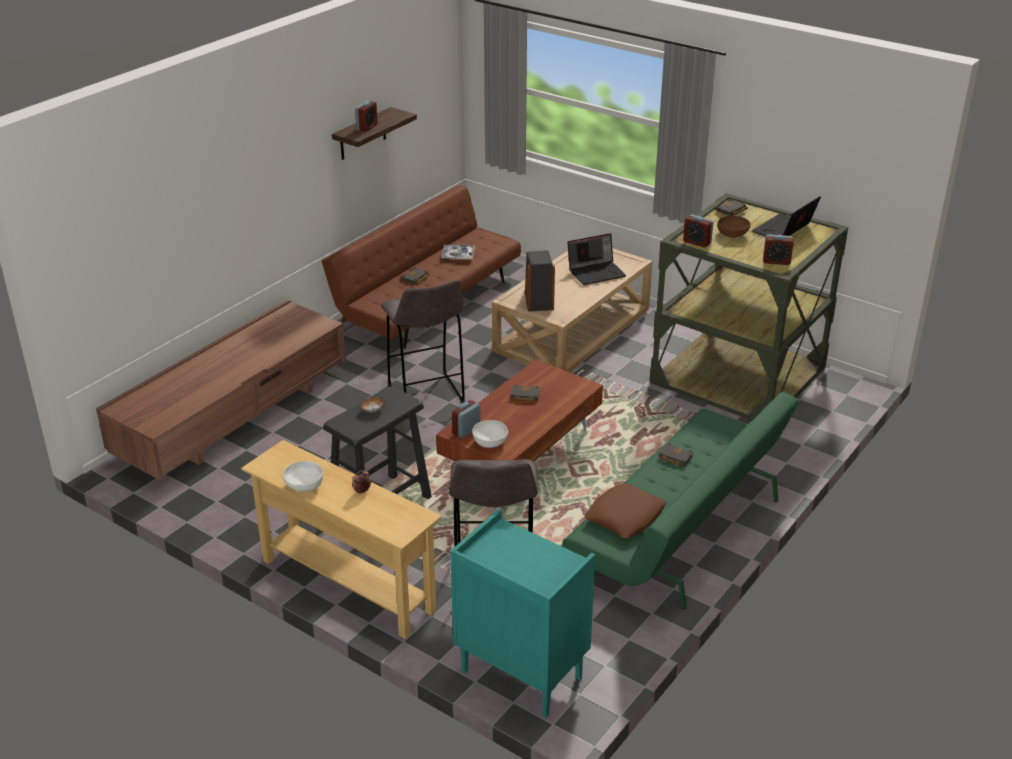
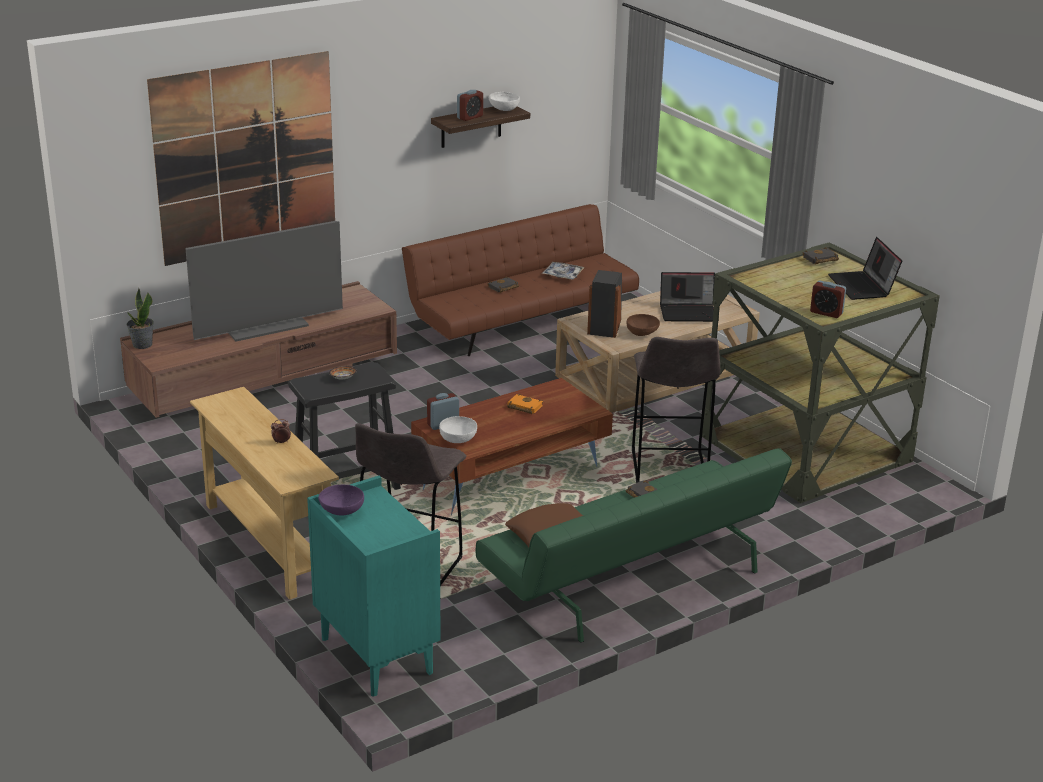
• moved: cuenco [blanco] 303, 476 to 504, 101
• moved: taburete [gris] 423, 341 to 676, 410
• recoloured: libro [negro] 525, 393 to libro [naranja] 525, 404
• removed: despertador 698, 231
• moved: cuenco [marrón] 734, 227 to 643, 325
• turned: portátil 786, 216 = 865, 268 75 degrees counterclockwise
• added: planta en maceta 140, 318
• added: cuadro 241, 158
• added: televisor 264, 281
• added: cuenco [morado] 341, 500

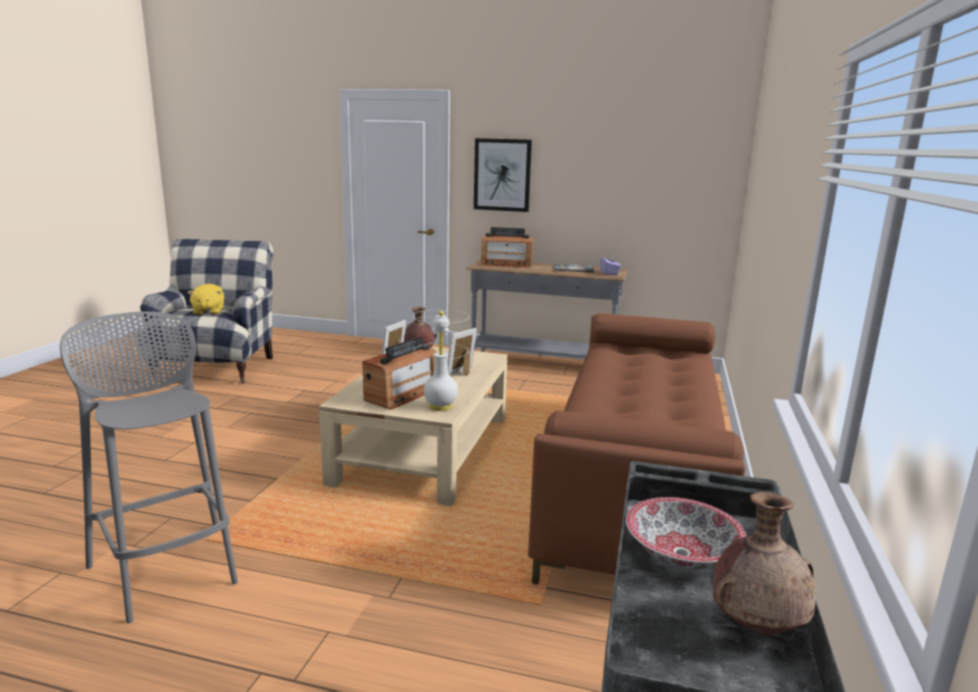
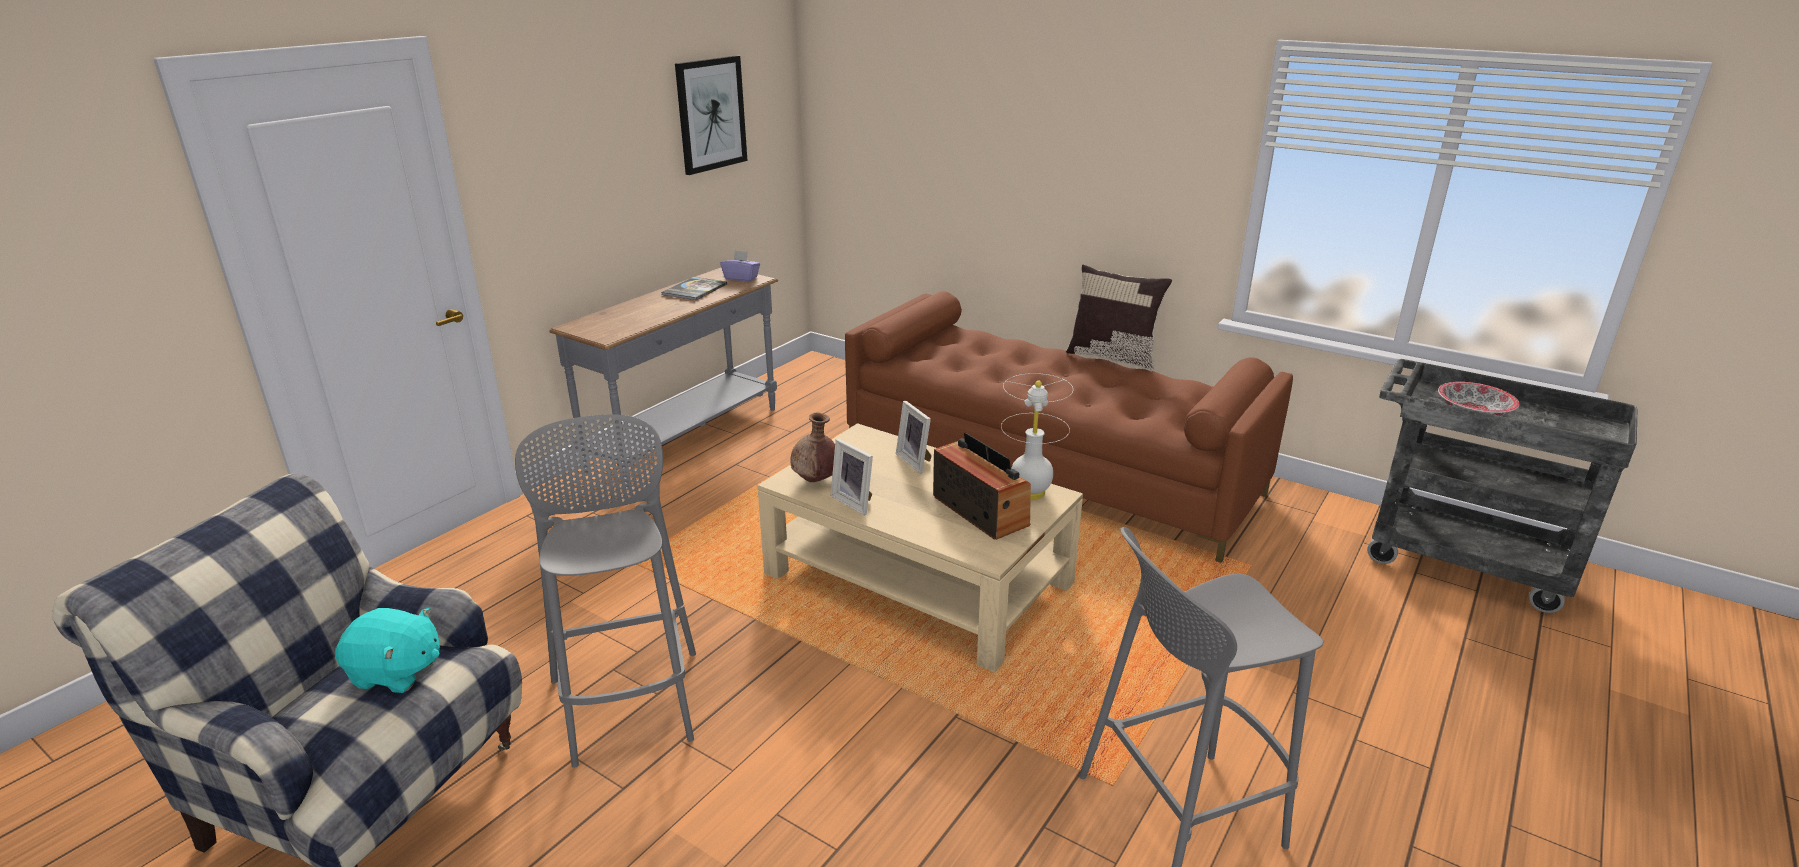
• recoloured: peluche [amarillo] 205, 299 to peluche [turquesa] 387, 650
• moved: cuadro 503, 175 to 711, 115
• removed: radio 507, 247
• removed: florero [marrón] 764, 564
• added: taburete [gris] 605, 591
• added: cojín 1119, 318

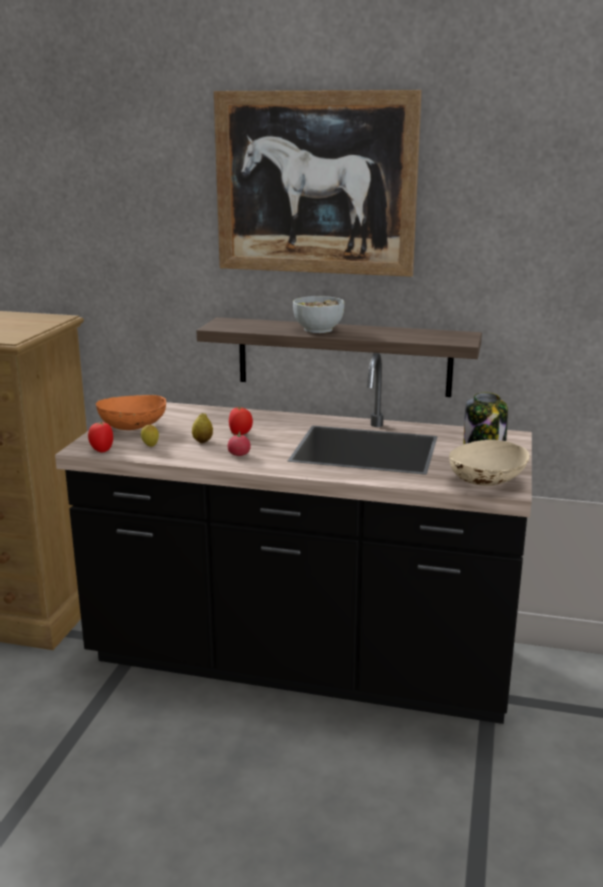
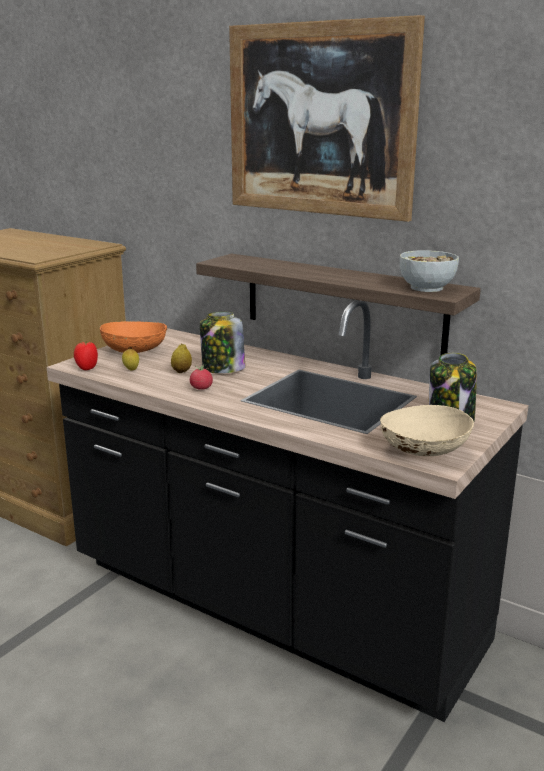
• replaced: tomate 241, 421 to tarro 222, 342
• moved: cuenco 318, 314 to 429, 271

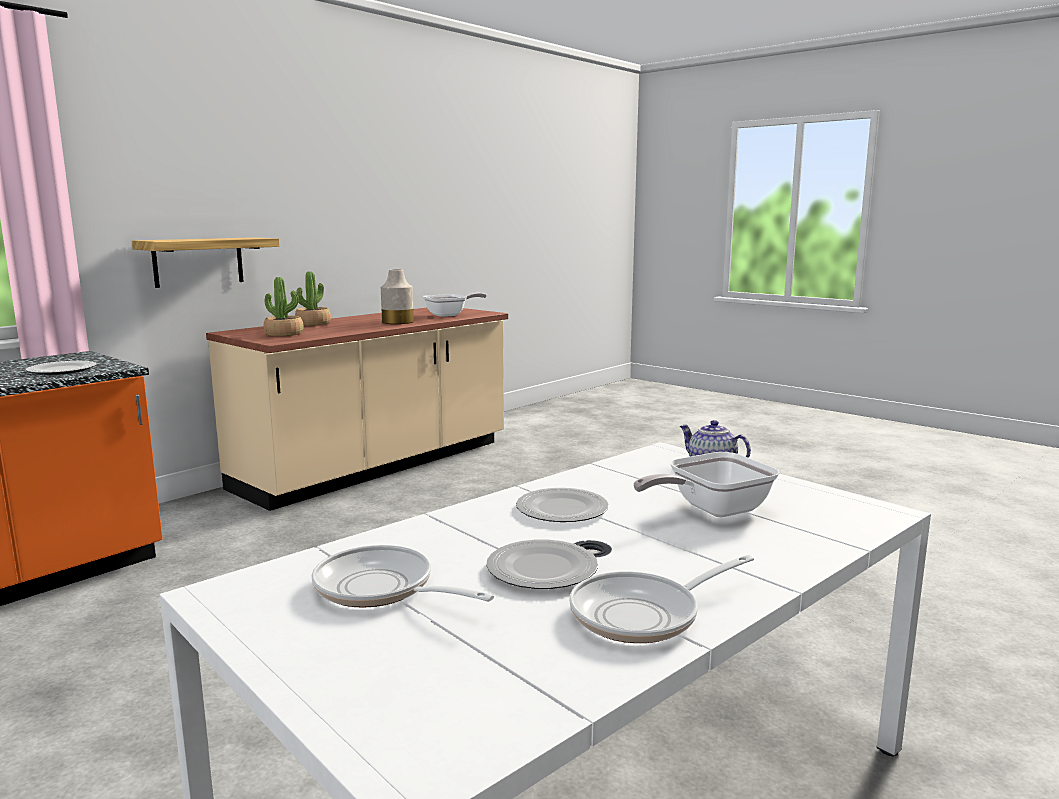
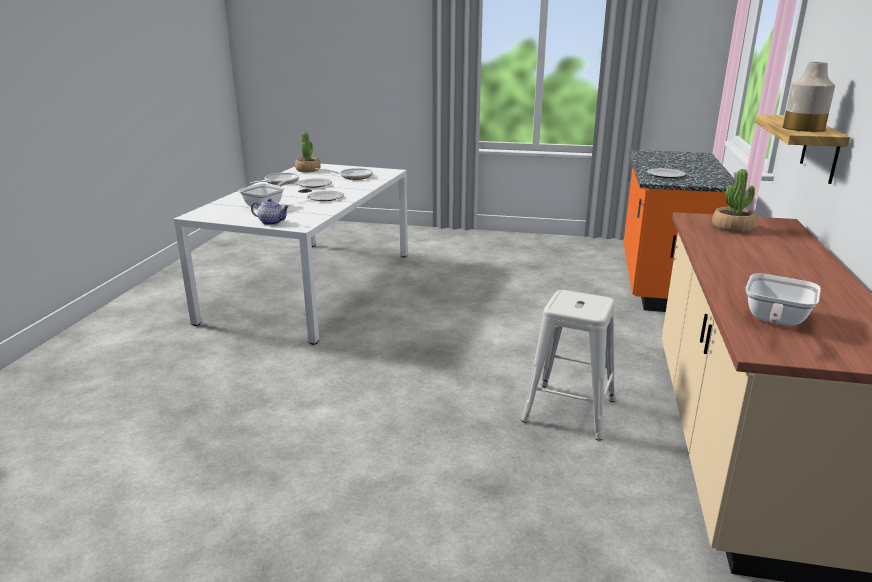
• moved: planta en maceta 313, 298 to 308, 152
• moved: florero [beis] 397, 296 to 809, 97
• added: taburete [blanco] 568, 365

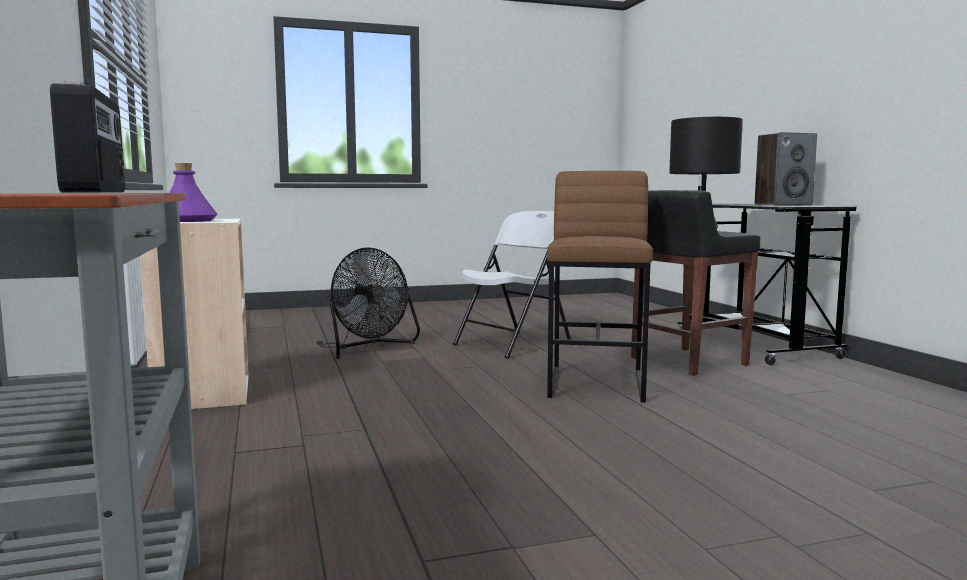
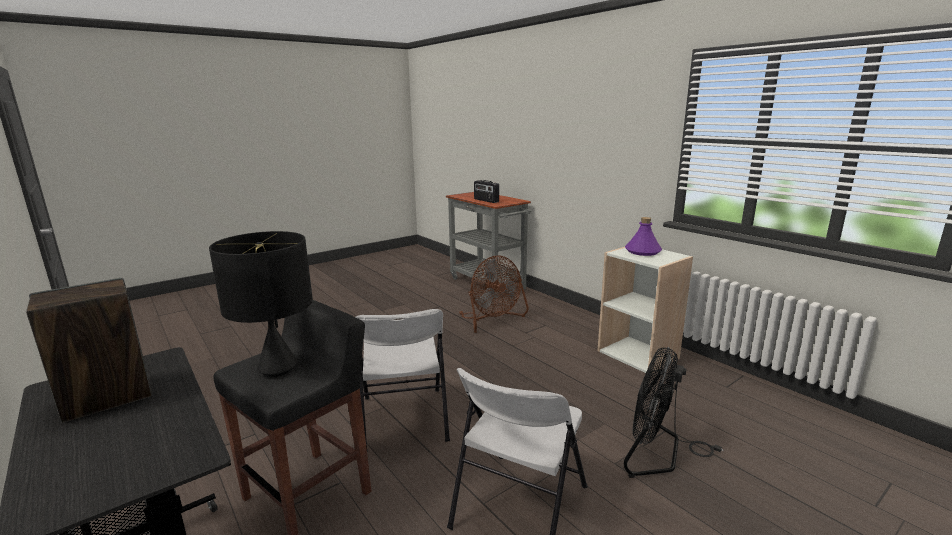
• replaced: taburete [marrón] 600, 287 to silla [blanco] 403, 380
• added: ventilador [marrón] 494, 294

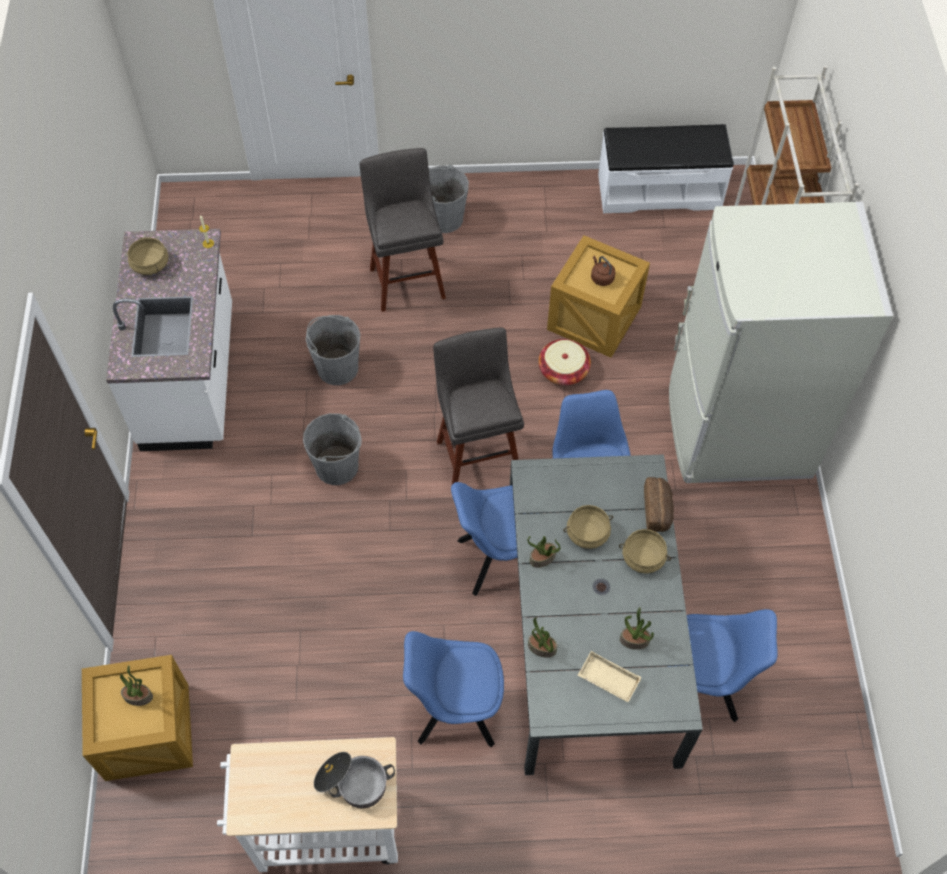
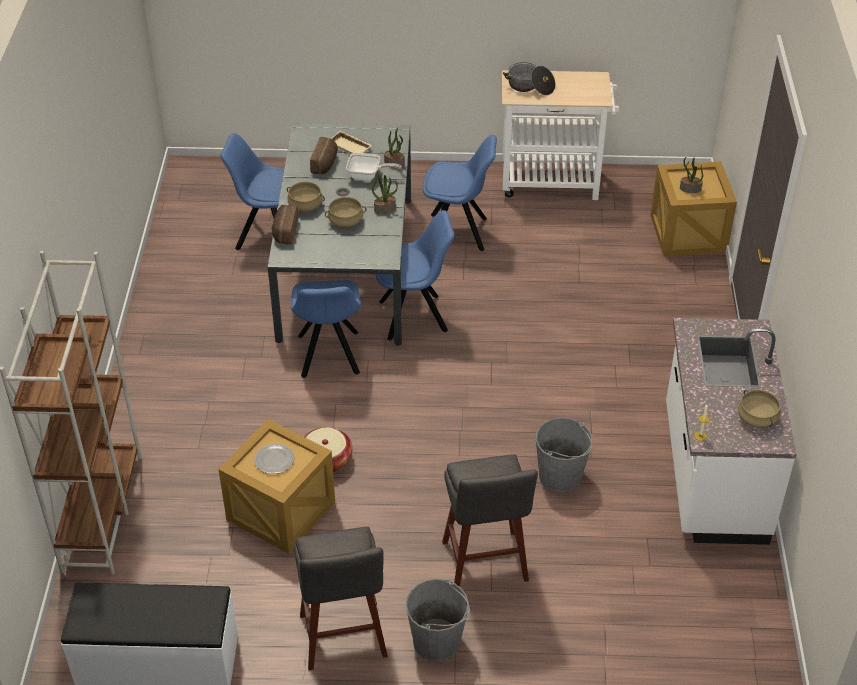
• removed: cubo [gris] 332, 449
• moved: taburete [gris] 478, 405 to 341, 598
• replaced: hervidor [marrón] 603, 271 to plato 274, 458
• replaced: planta en maceta 637, 628 to pan 324, 155
• removed: nevera [blanco] 781, 342
• added: sartén 374, 167

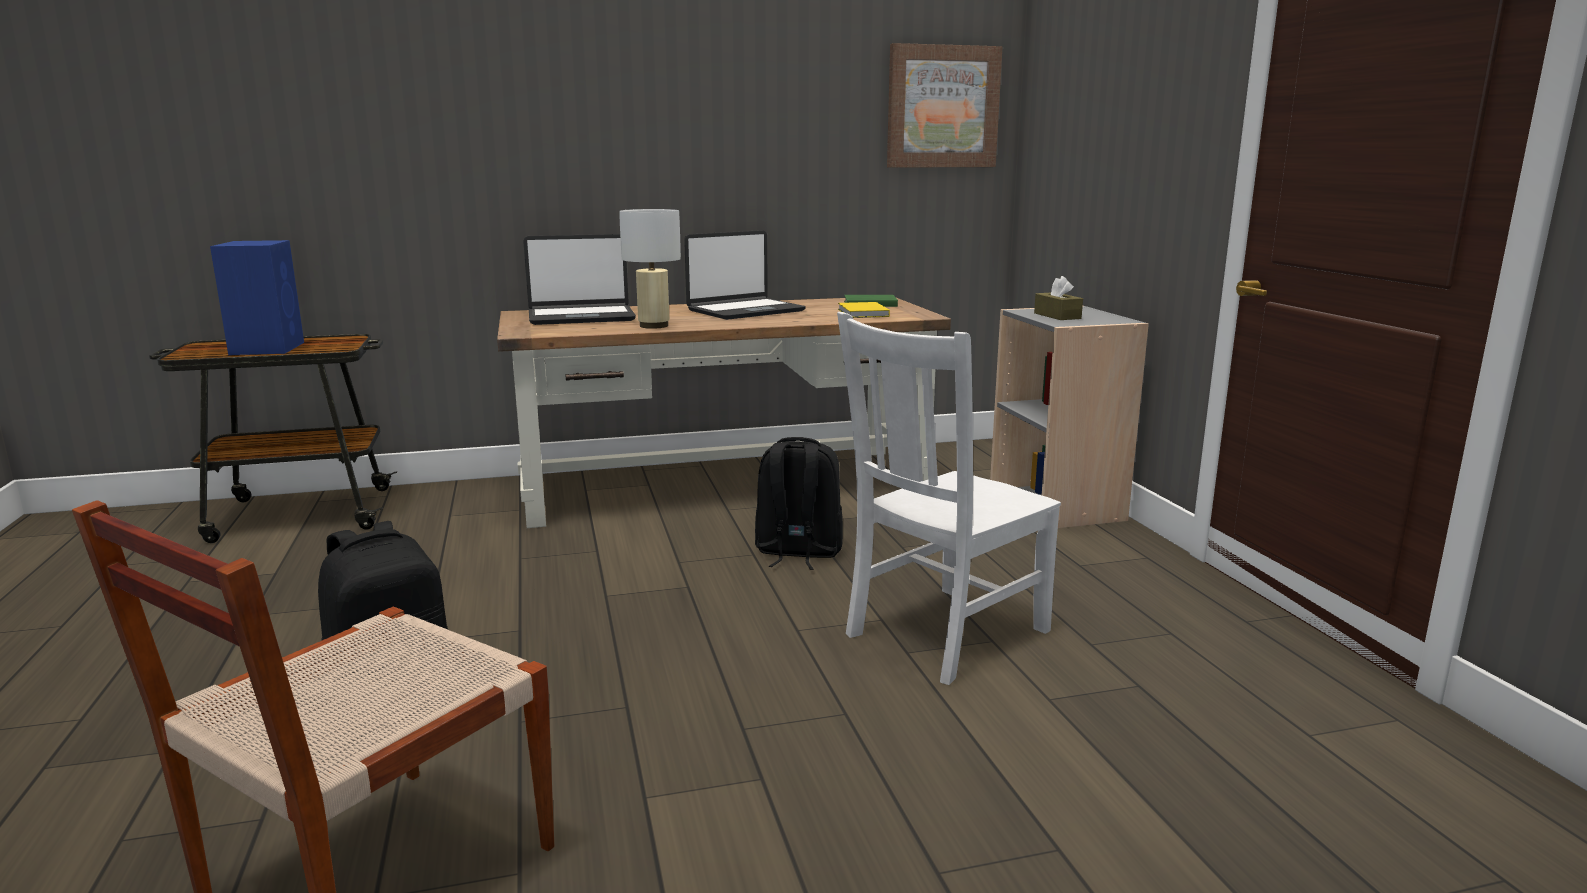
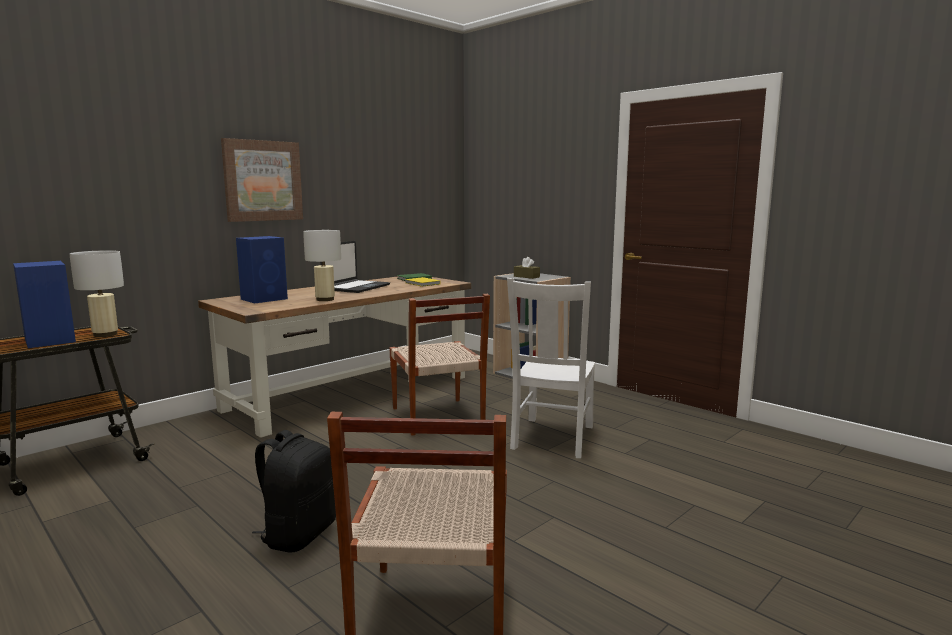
• replaced: portátil 579, 279 to altavoz [azul] 262, 269
• replaced: mochila [negro] 799, 503 to silla 440, 365
• moved: cuadro 945, 105 to 262, 180
• added: lámpara de mesa [blanco] 97, 293

